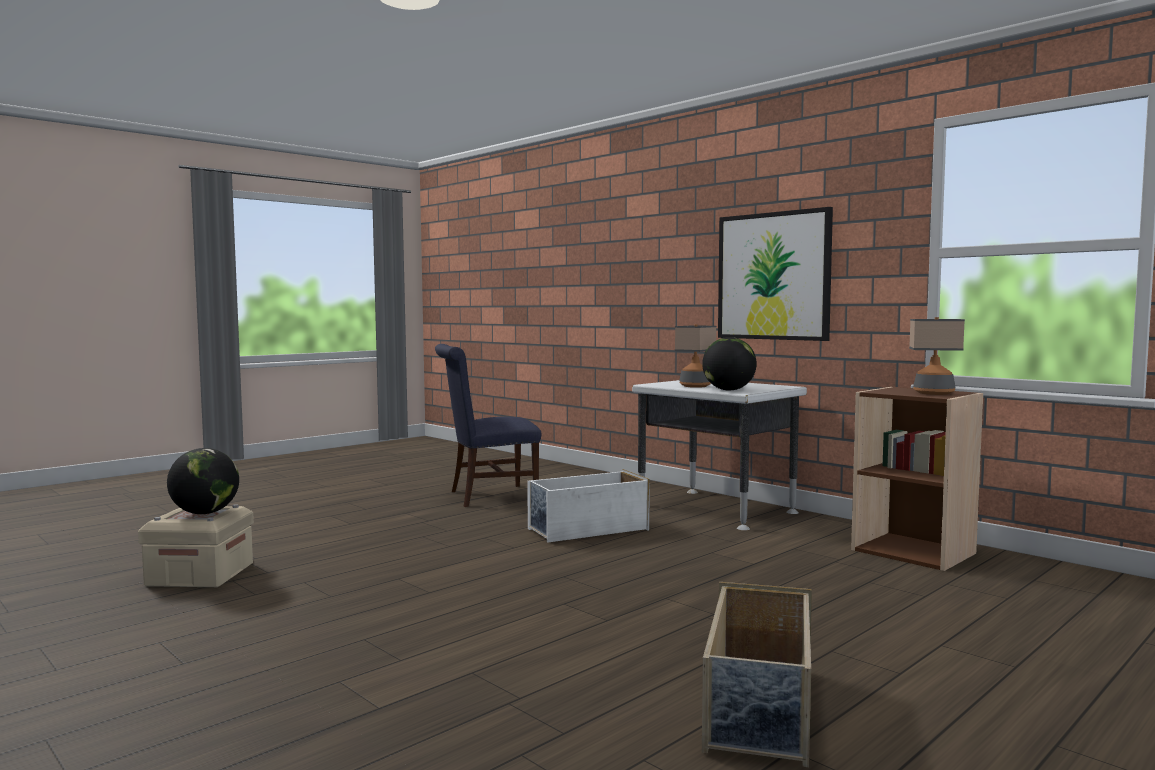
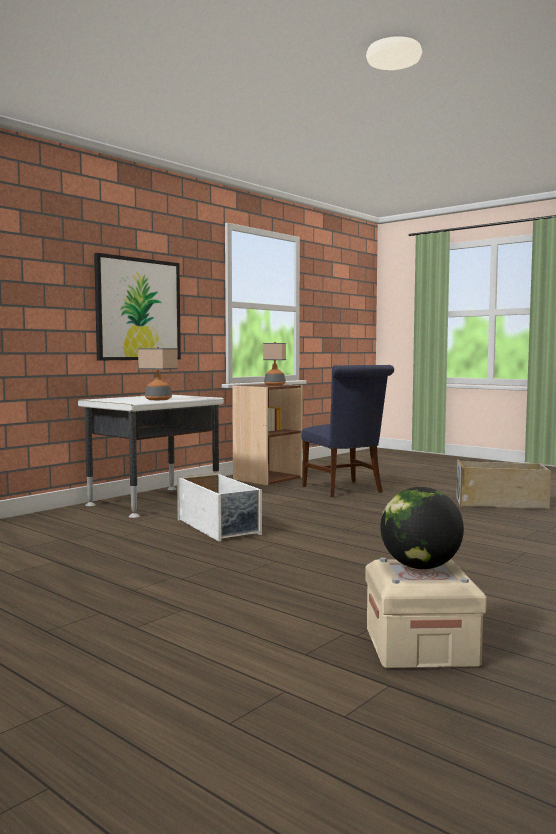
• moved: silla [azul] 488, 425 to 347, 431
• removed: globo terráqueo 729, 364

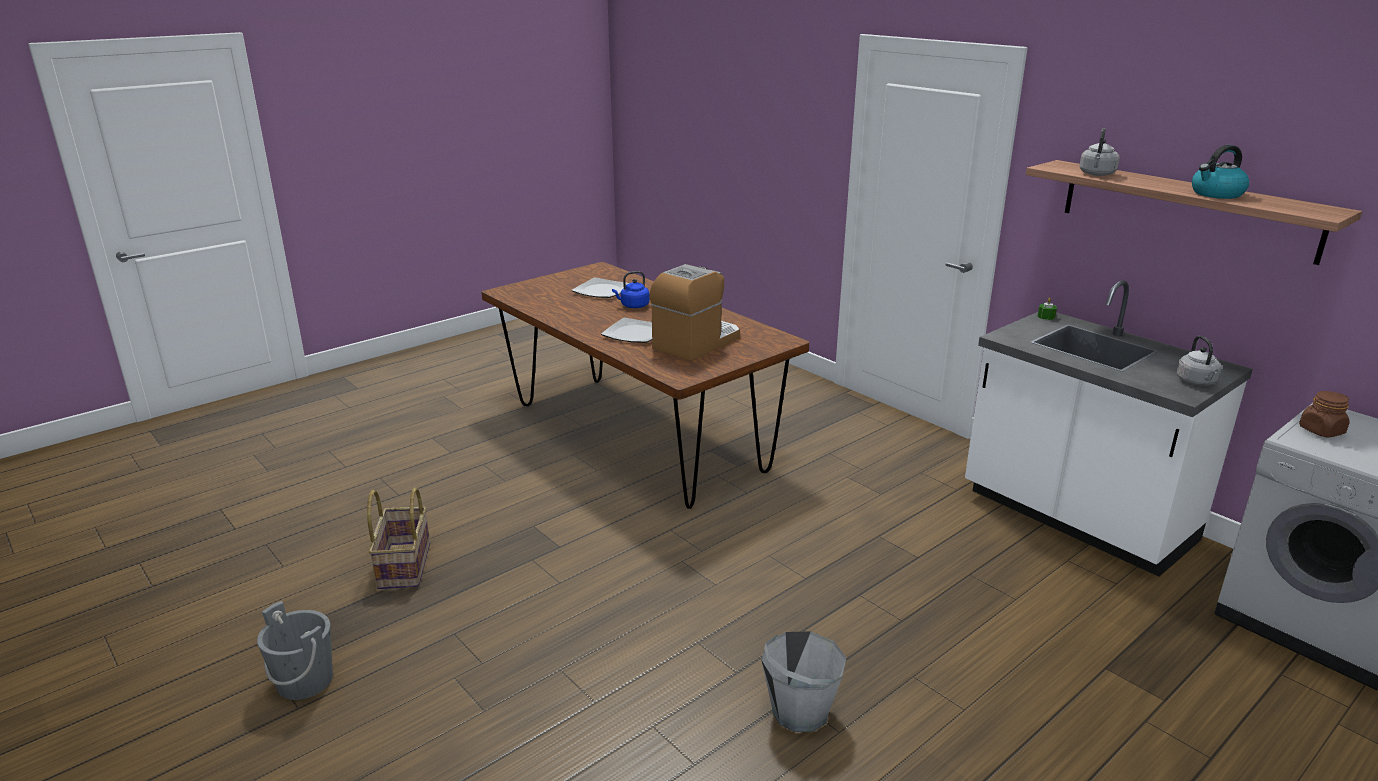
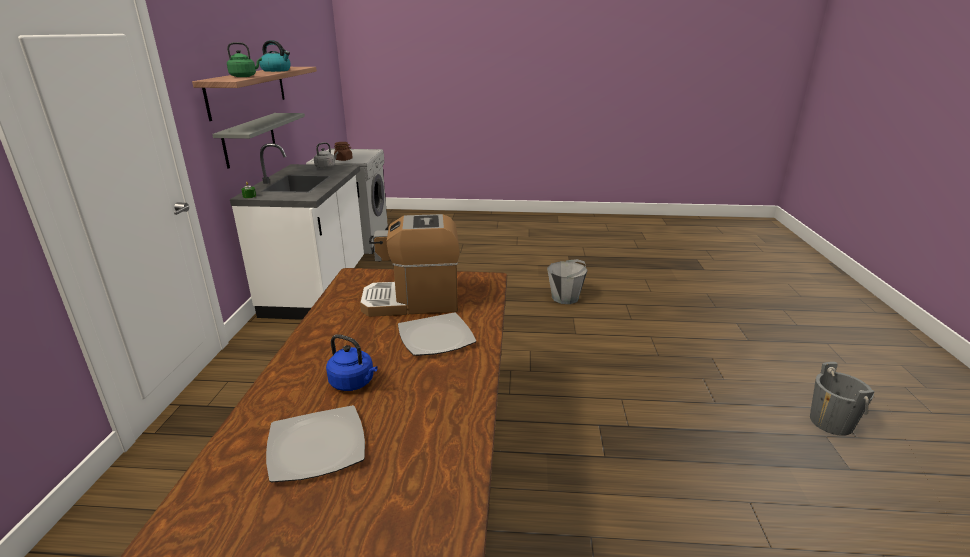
• removed: cesta 398, 538
• recoloured: hervidor [gris] 1099, 152 to hervidor [verde] 244, 59
• added: estante [gris] 258, 141

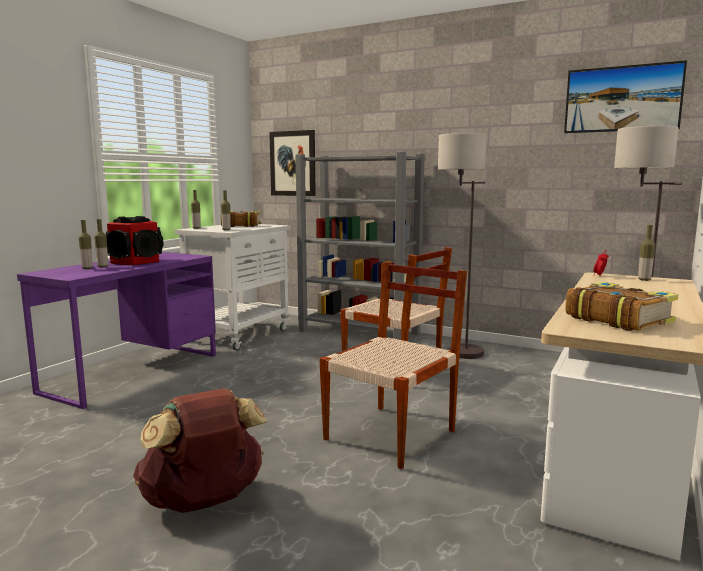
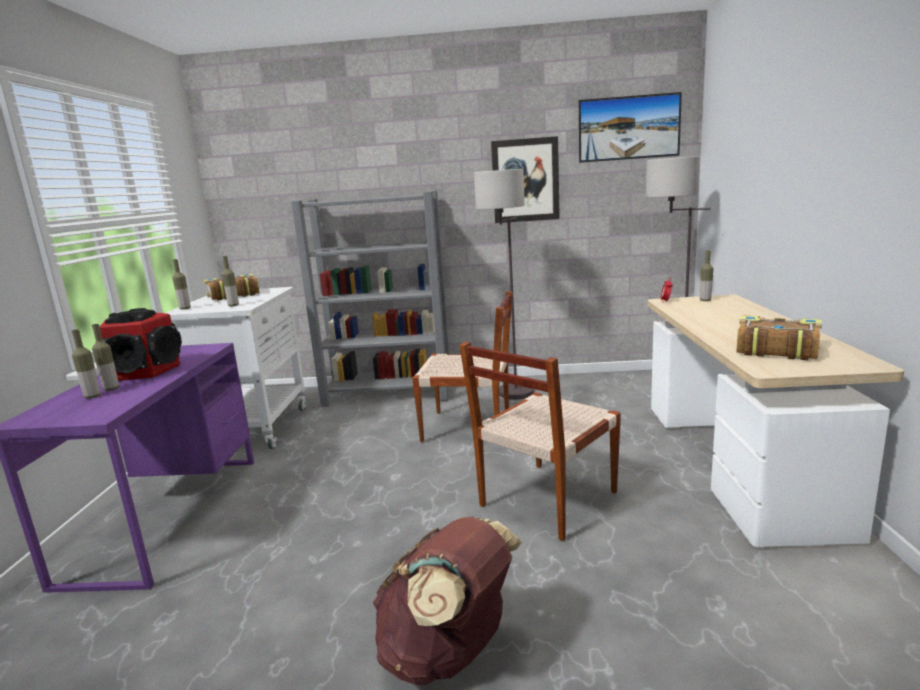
• moved: cuadro 292, 163 to 525, 179
• turned: silla 393, 365 = 540, 441 150 degrees counterclockwise

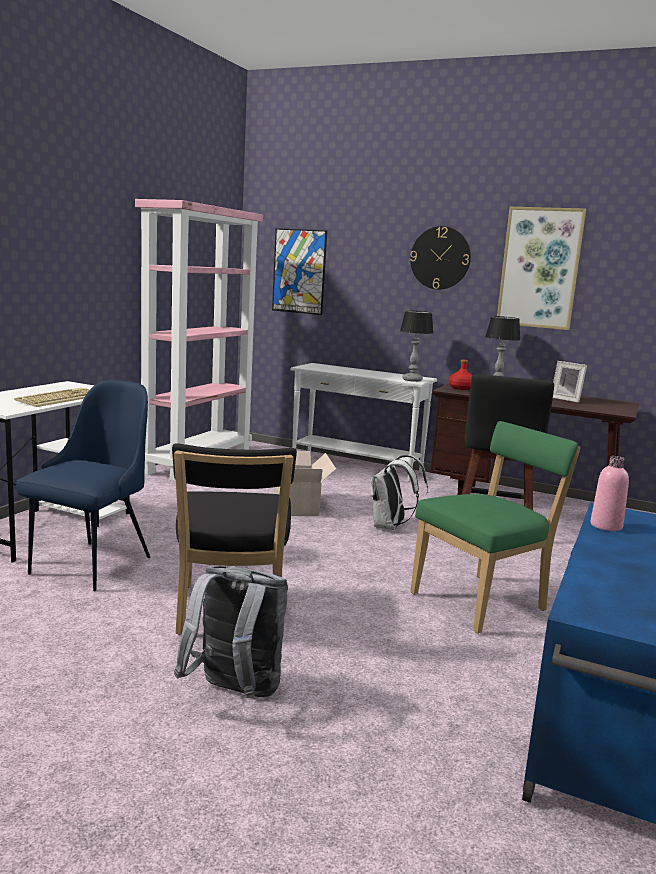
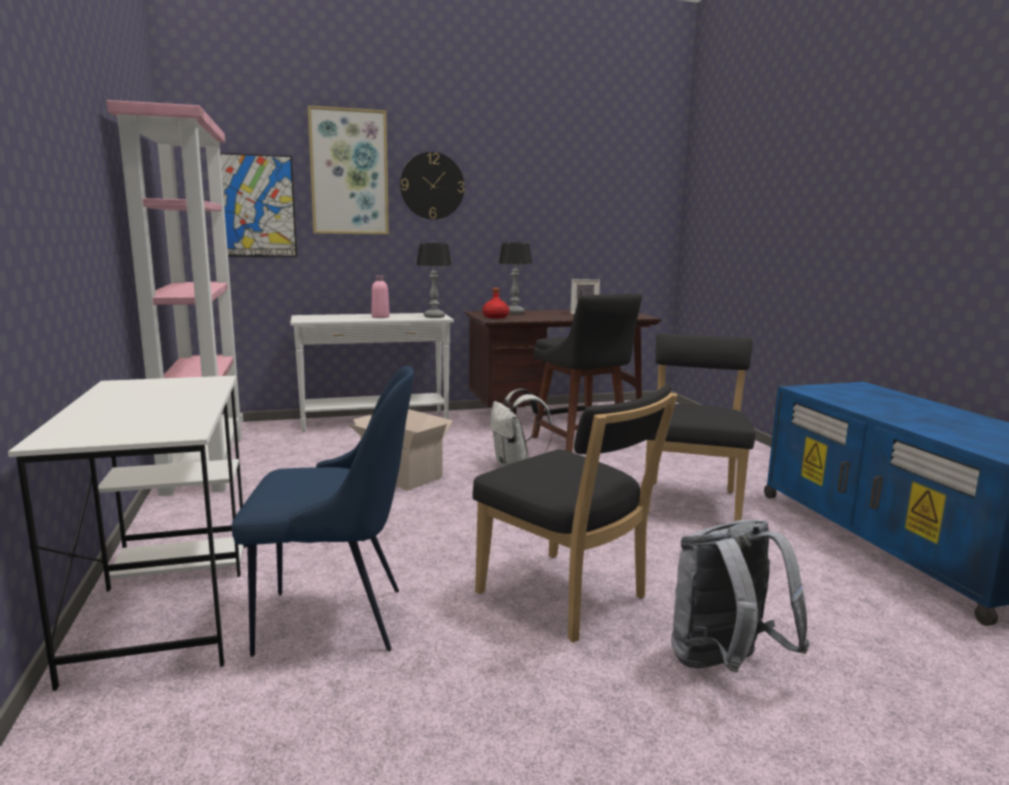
• removed: teclado 52, 397
• turned: silla [azul] 83, 485 = 323, 511 105 degrees clockwise
• recoloured: silla [verde] 495, 527 to silla [negro] 700, 427
• moved: cuadro 541, 268 to 348, 169
• moved: botella [rosa] 609, 493 to 381, 296

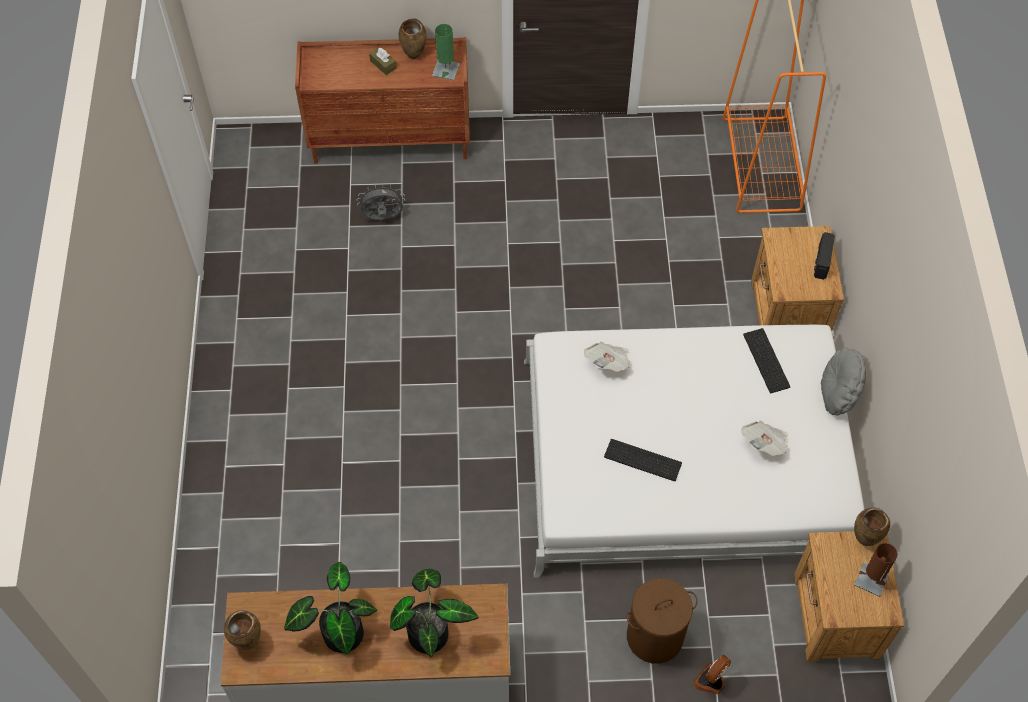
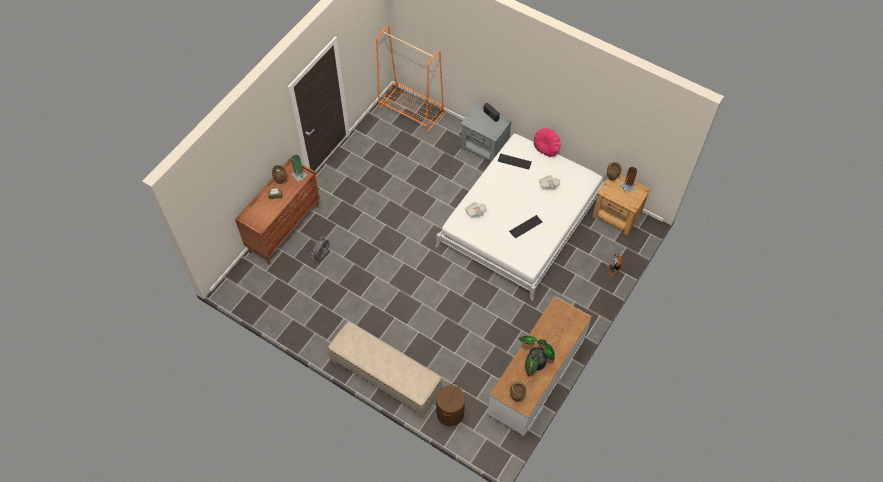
• removed: planta en maceta 434, 613
• moved: cesto de la ropa [marrón] 662, 621 to 450, 404
• recoloured: mesita de noche [marrón] 797, 278 to mesita de noche [gris] 486, 133
• recoloured: cojín [gris] 843, 381 to cojín [rosa] 547, 142
• added: banco [beis] 385, 370

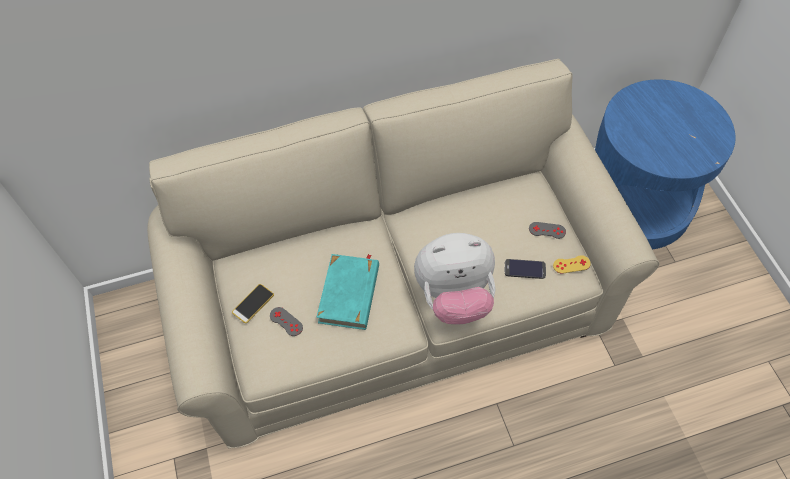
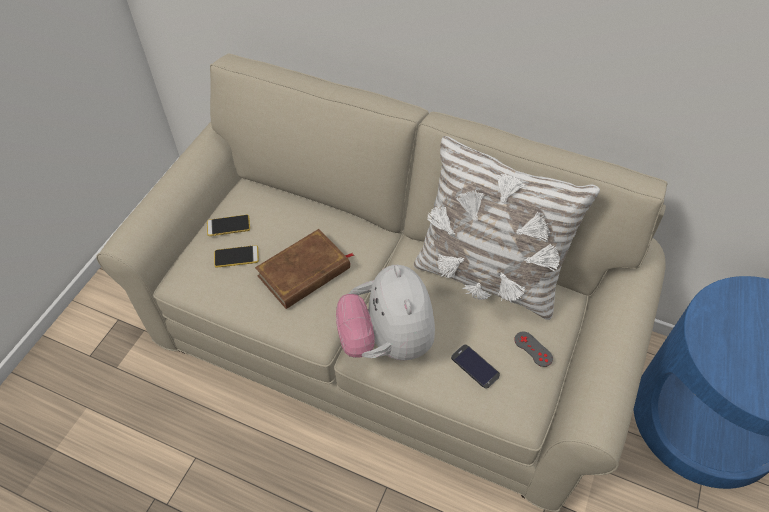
• replaced: mando de consola [gris] 286, 321 to móvil 236, 256
• recoloured: libro [turquesa] 347, 292 to libro [marrón] 304, 269
• turned: peluche 455, 278 = 385, 312 45 degrees clockwise
• removed: mando de consola [amarillo] 572, 264
• added: cojín [blanco] 507, 228

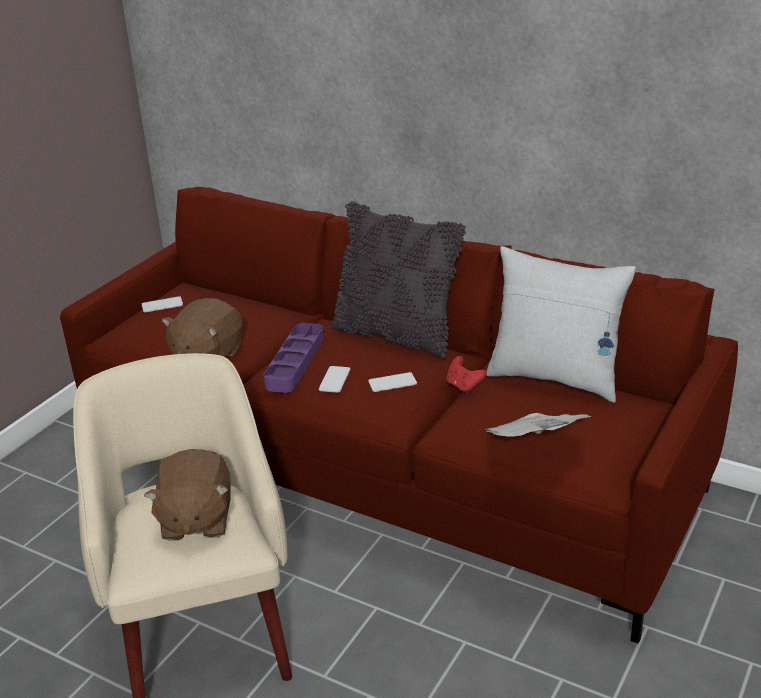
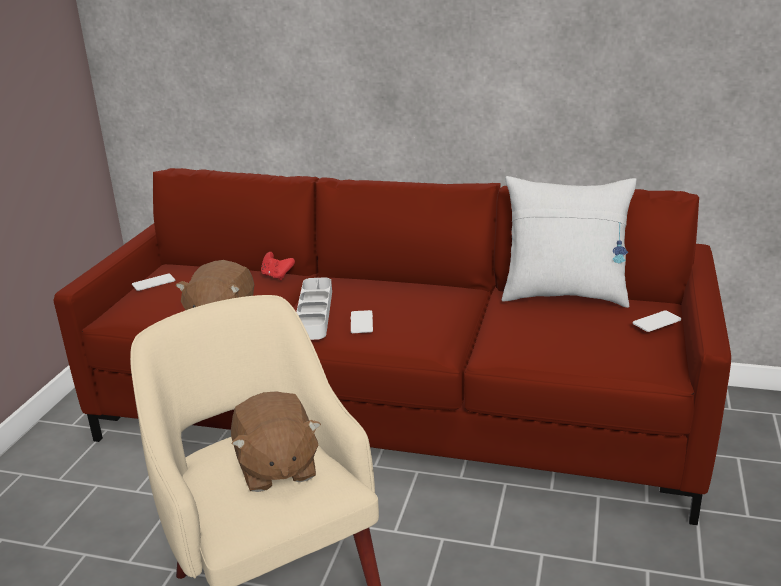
• recoloured: bandeja [morado] 293, 358 to bandeja [gris] 314, 308
• removed: cojín [negro] 398, 280
• moved: móvil 392, 382 to 657, 321
• moved: mando de consola [rojo] 466, 375 to 278, 266
• removed: periódico 538, 425

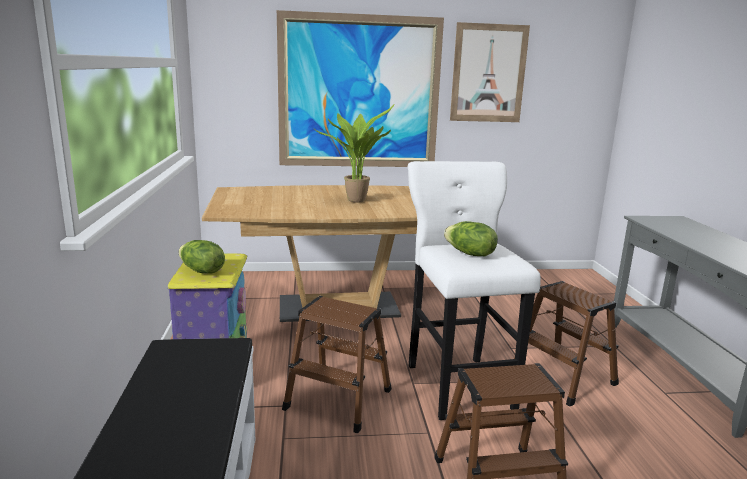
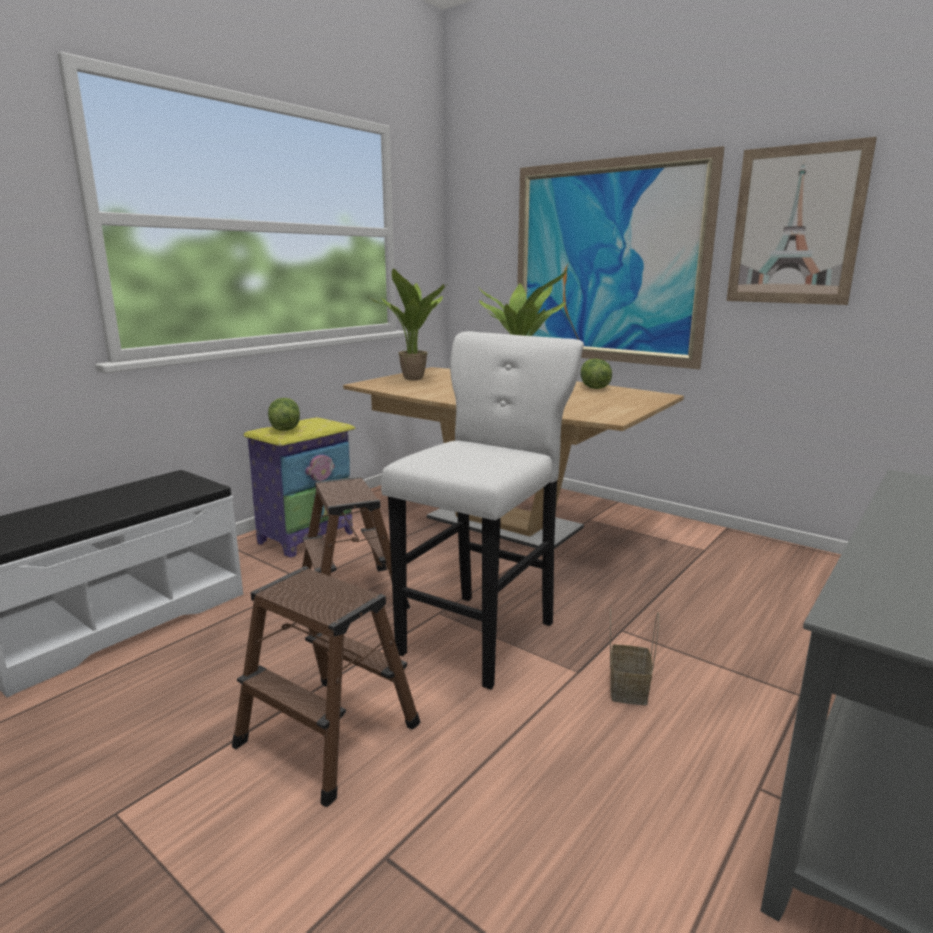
• moved: lechuga 471, 238 to 596, 373
• replaced: escalera de tijera [marrón] 566, 343 to cesta 634, 656
• added: planta en maceta 408, 325

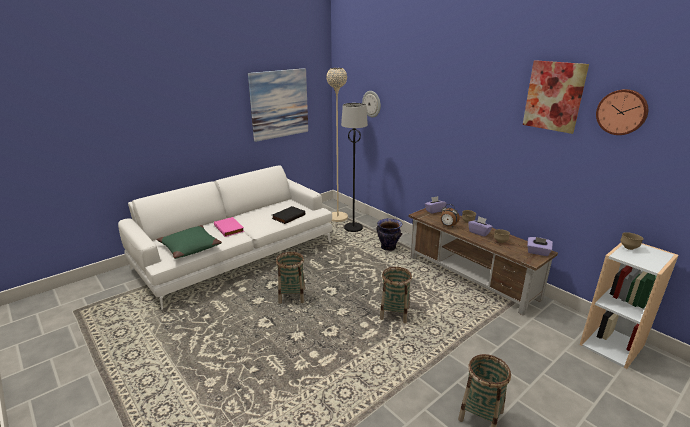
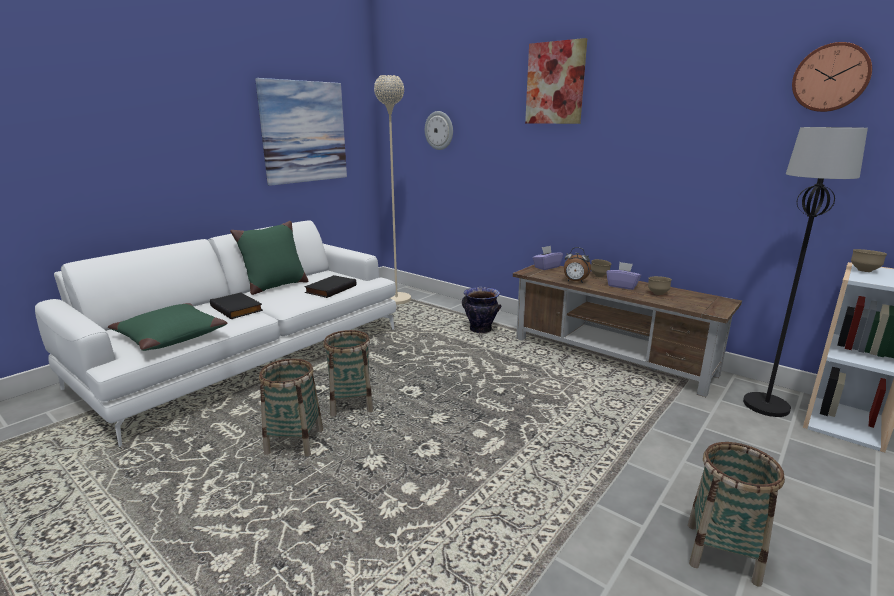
• recoloured: libro [rosa] 229, 227 to libro [negro] 236, 306
• moved: lámpara de pie [negro] 354, 167 to 805, 272
• moved: cesta 396, 295 to 291, 407
• moved: cuadro 556, 97 to 556, 81
• removed: caja de pañuelos [morado] 540, 246
• added: cojín [verde] 269, 258

